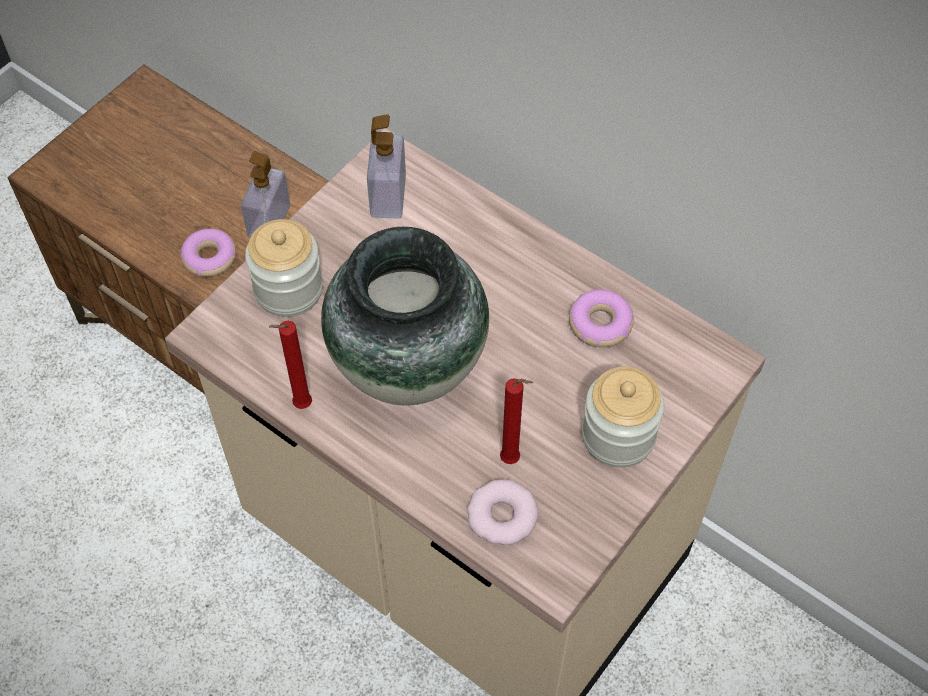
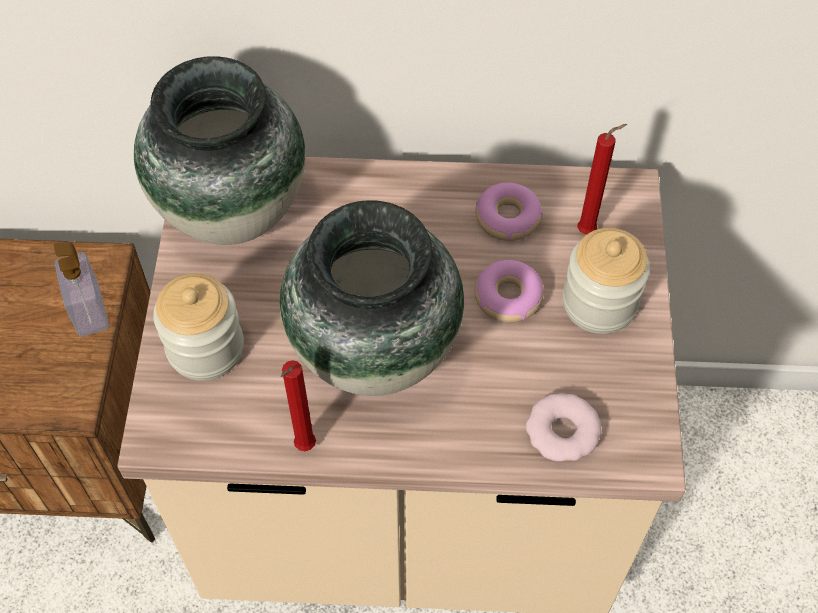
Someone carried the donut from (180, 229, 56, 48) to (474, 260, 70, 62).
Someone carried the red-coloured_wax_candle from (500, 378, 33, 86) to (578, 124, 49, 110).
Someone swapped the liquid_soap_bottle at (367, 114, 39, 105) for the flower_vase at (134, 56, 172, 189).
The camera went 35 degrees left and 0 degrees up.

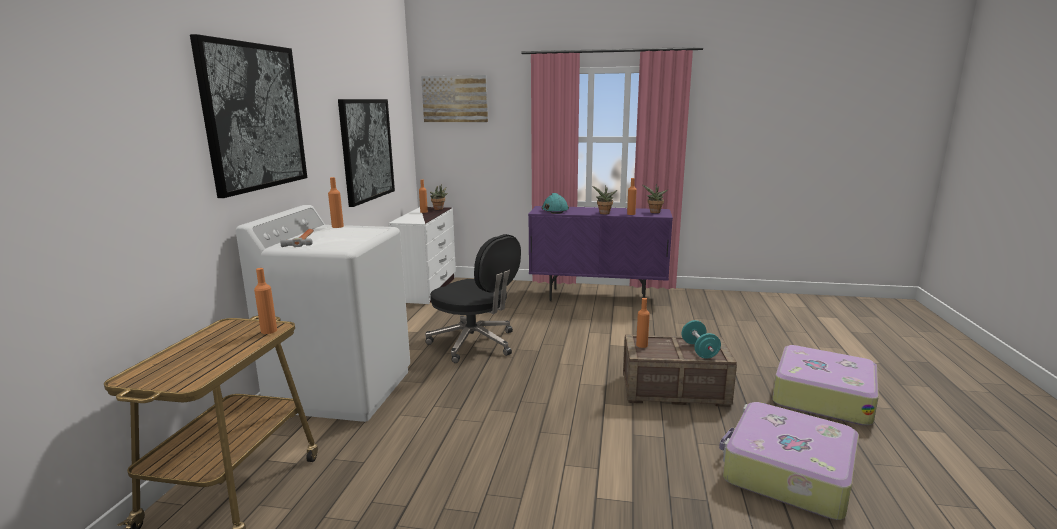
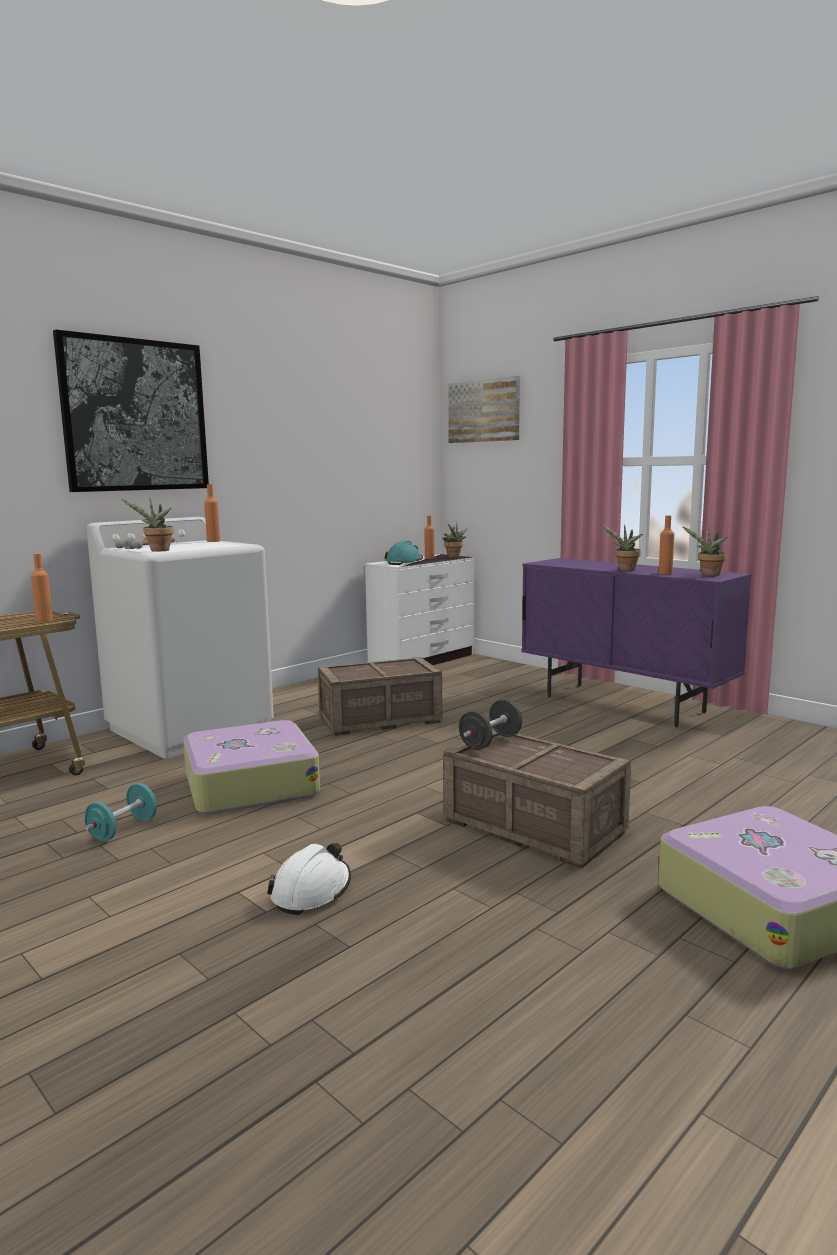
Someone took away the wall_picture at (338, 99, 57, 108).
Someone put down the houseplant at (121, 498, 52, 54).
Someone put down the white-coloured_work_helmet at (267, 843, 84, 72).
Someone carried the turquoise_work_helmet from (542, 193, 27, 21) to (384, 540, 39, 25).
Someone carried the turquoise_dumbbell from (682, 320, 39, 39) to (85, 783, 72, 59).
Someone carried the suitcase from (719, 402, 140, 118) to (183, 720, 137, 94).
Someone swapped the black_office_chair at (425, 234, 96, 129) for the shipping_crate at (318, 657, 125, 79).
Someone swapped the orange-coloured_beverage_bottle at (636, 298, 14, 50) for the black_dumbbell at (459, 699, 63, 51).
The camera went 35 degrees right and 5 degrees down.

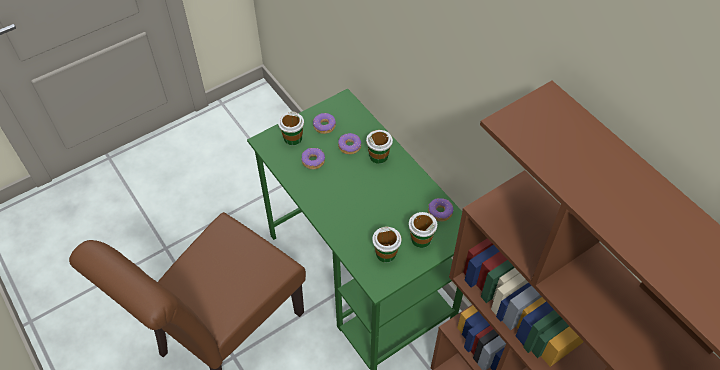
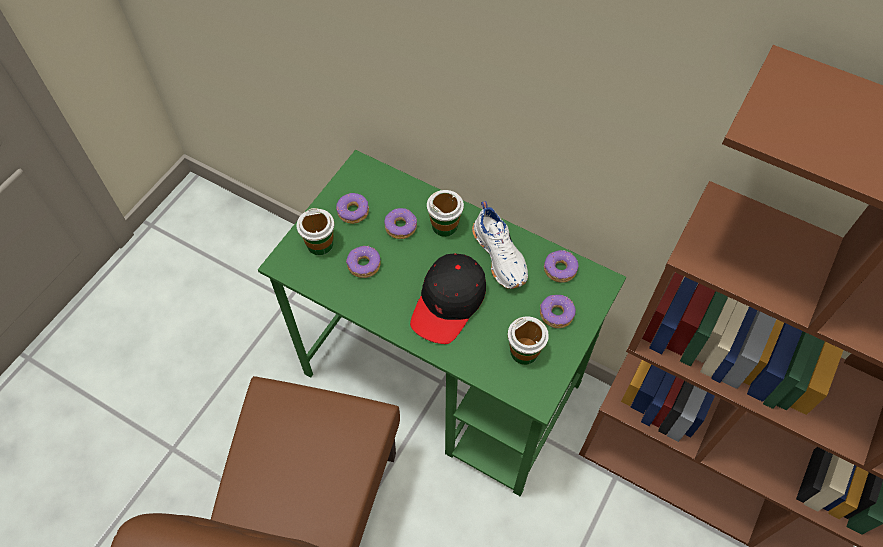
Someone put down the black_peaked_cap at (410, 253, 76, 91).
Someone put down the white-coloured_item_of_footwear at (472, 201, 56, 88).
Someone swapped the small_cup at (409, 212, 28, 36) for the donut at (540, 295, 36, 33).
The camera went 25 degrees left and 5 degrees up.

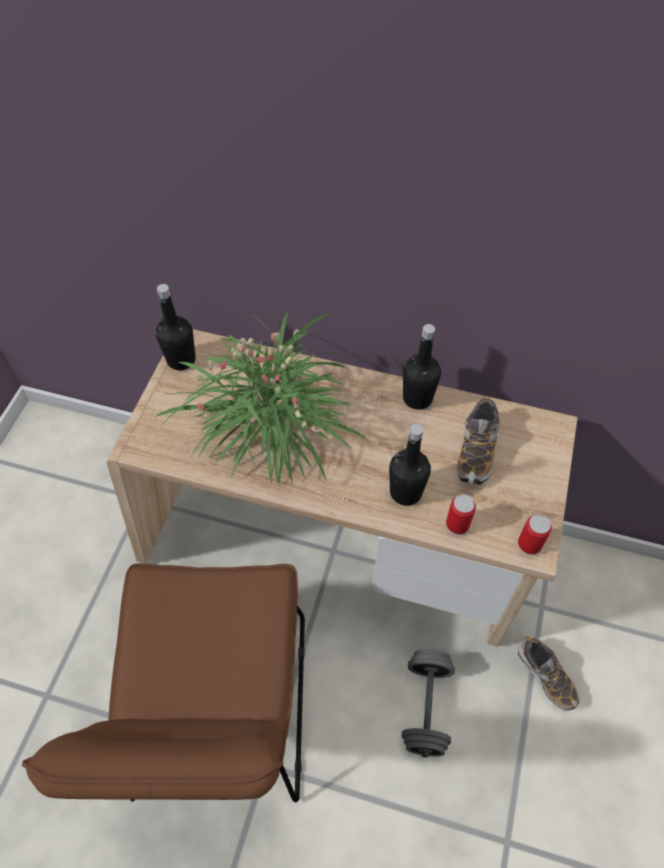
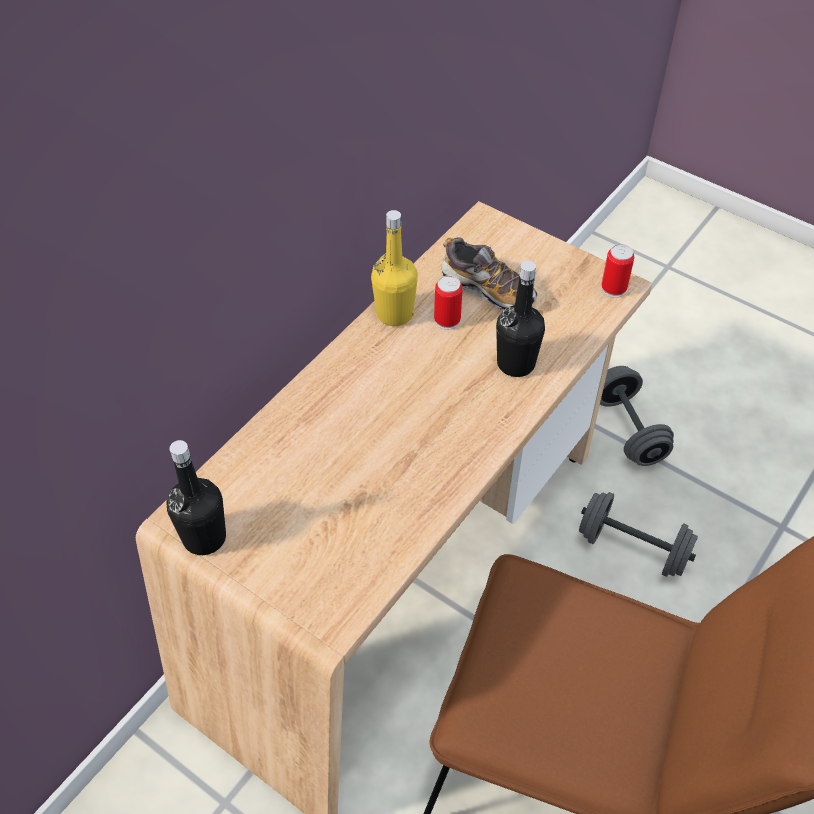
Someone took away the houseplant at (155, 313, 212, 173).
Someone carried the sealed_can from (446, 494, 30, 41) to (434, 275, 29, 55).
Someone swapped the item_of_footwear at (518, 636, 61, 75) for the gray_dumbbell at (600, 366, 74, 100).
Someone repainted the black_beverage_bottle at (403, 324, 38, 86), which became the yellow_beverage_bottle at (371, 210, 47, 116).
The camera went 70 degrees left and 5 degrees down.

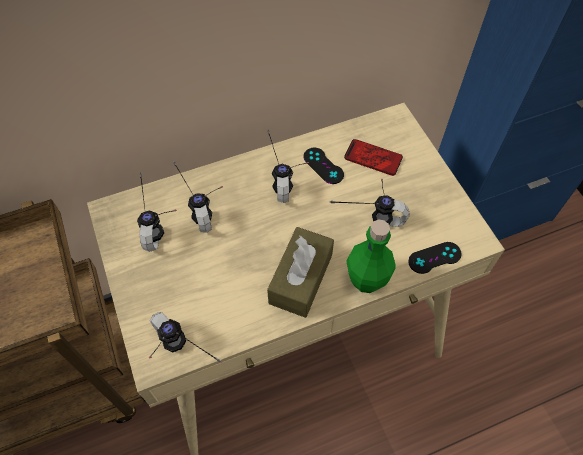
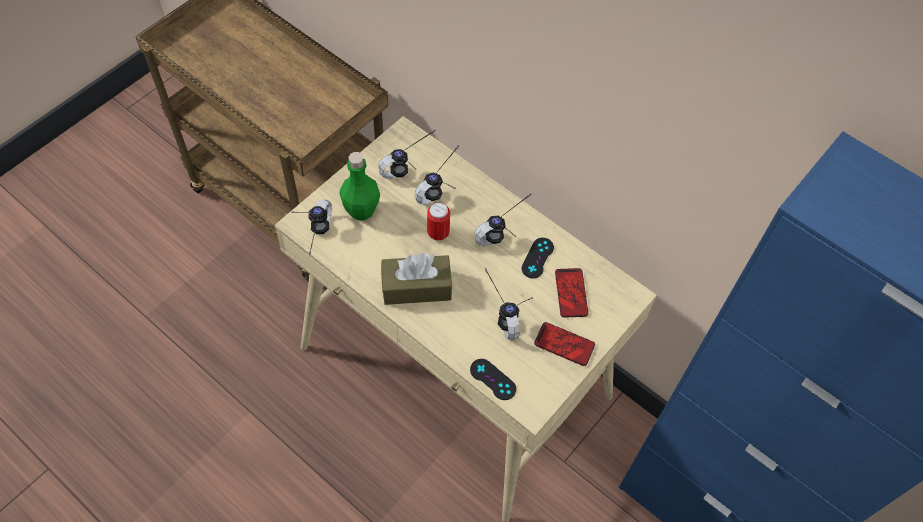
Someone put down the sealed_can at (427, 202, 23, 39).
Someone put down the handset at (534, 322, 61, 44).
Someone carried the green-coloured_beverage_bottle from (346, 219, 50, 74) to (339, 152, 41, 68).
The camera went 60 degrees right and 0 degrees up.

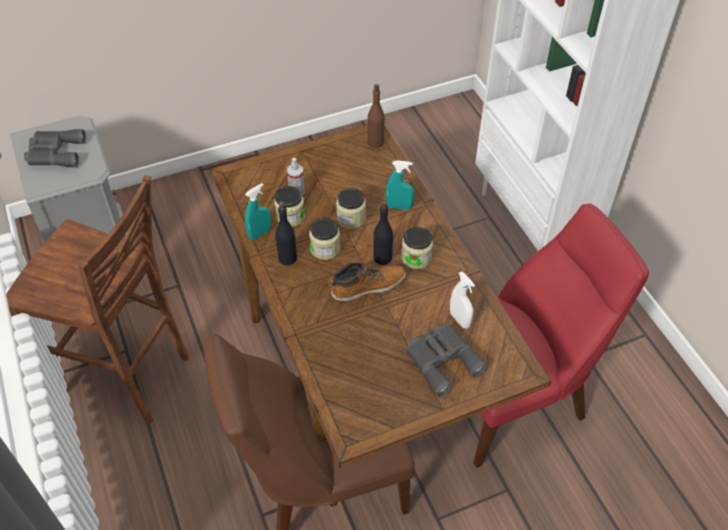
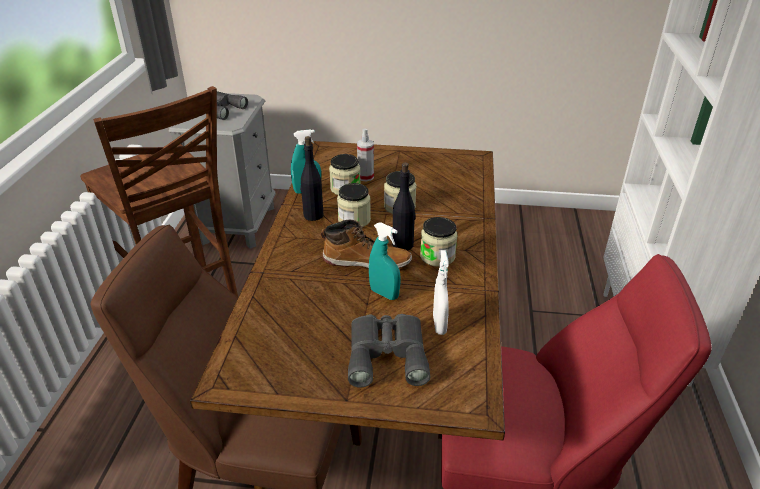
Someone took away the brown_beverage_bottle at (368, 84, 17, 64).
Someone carried the turquoise_hand_sprayer from (386, 160, 28, 50) to (369, 222, 32, 78).
The camera went 30 degrees right and 15 degrees down.

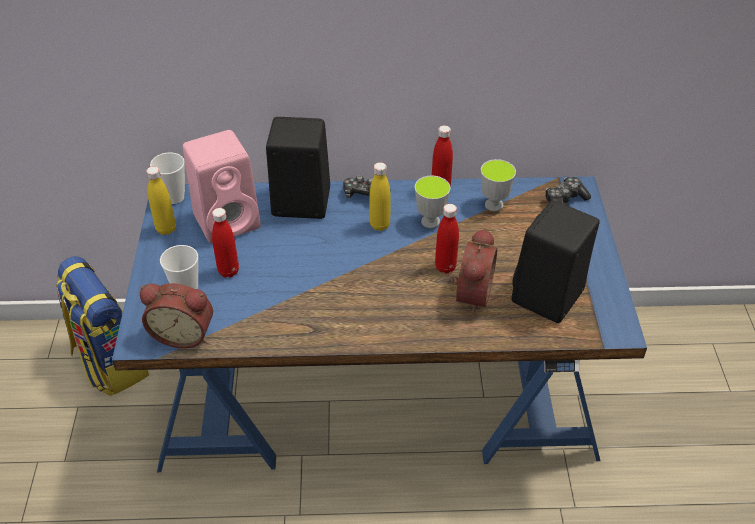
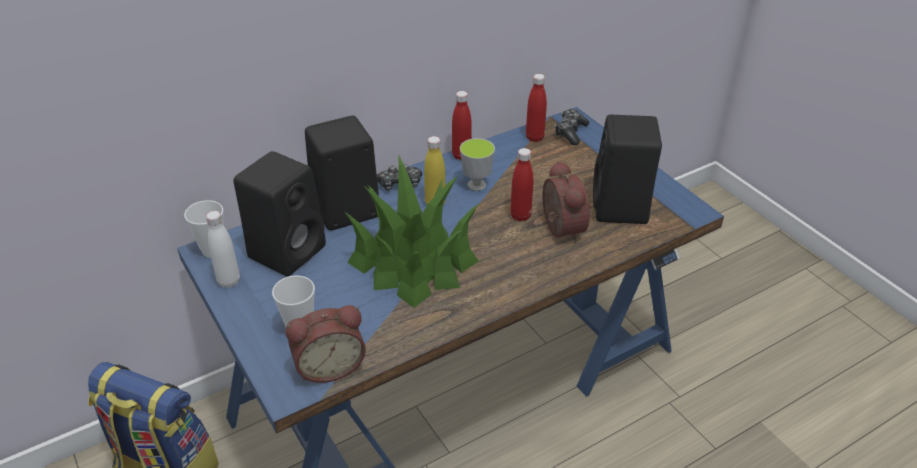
Someone took away the small_cup at (481, 159, 35, 52).
Someone put down the houseplant at (345, 156, 134, 152).
Someone carried the red-coloured_beverage_bottle from (212, 208, 27, 70) to (526, 74, 21, 68).
Someone repainted the yellow_beverage_bottle at (146, 166, 30, 69), which became the white-coloured_beverage_bottle at (206, 211, 34, 77).
Someone repainted the pink-coloured_speaker at (183, 130, 78, 114), which became the black_speaker at (234, 151, 92, 126).
The camera went 30 degrees left and 5 degrees down.

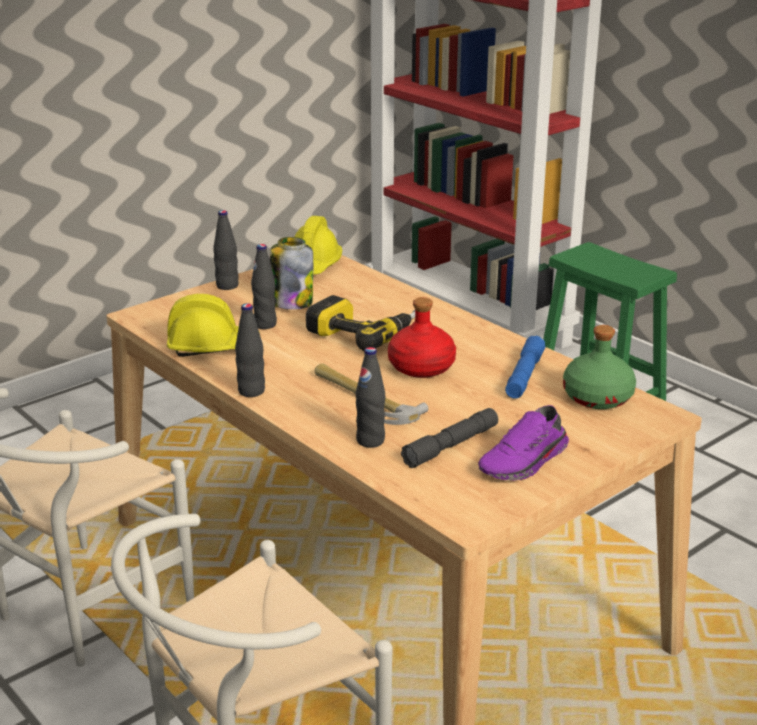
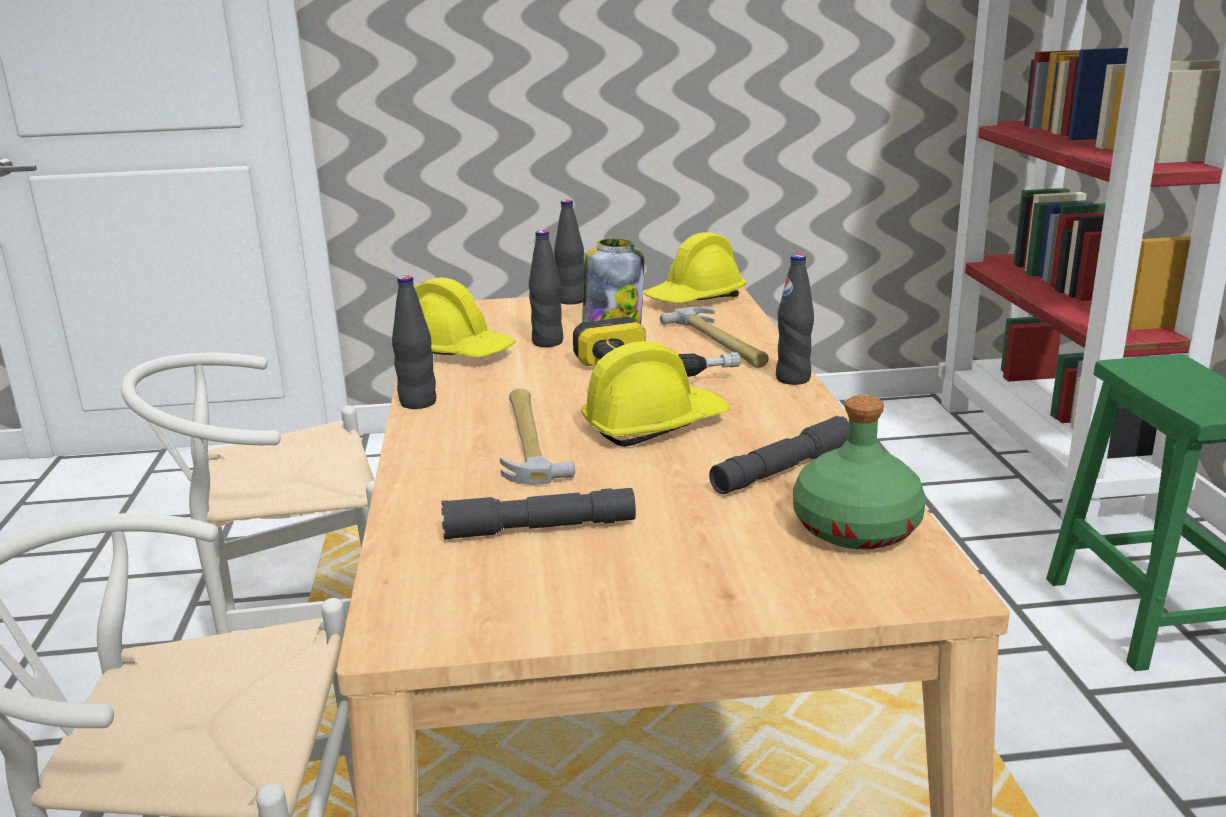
Someone took away the purplish_item_of_footwear at (478, 405, 91, 76).
Someone put down the hand_hammer at (660, 307, 109, 61).
Someone carried the black_beverage_bottle from (355, 347, 30, 101) to (776, 254, 38, 131).
Someone swapped the red-coloured_beverage_bottle at (388, 297, 68, 81) for the yellow_work_helmet at (581, 341, 149, 106).
Someone repainted the blue_torch at (505, 336, 41, 63), which became the gray_torch at (709, 416, 140, 78).
The camera went 35 degrees right and 5 degrees down.

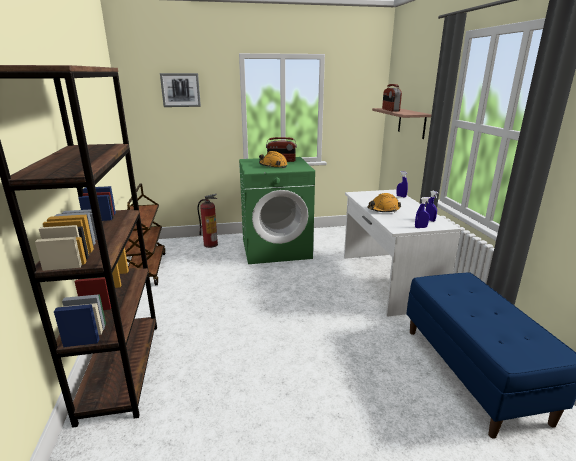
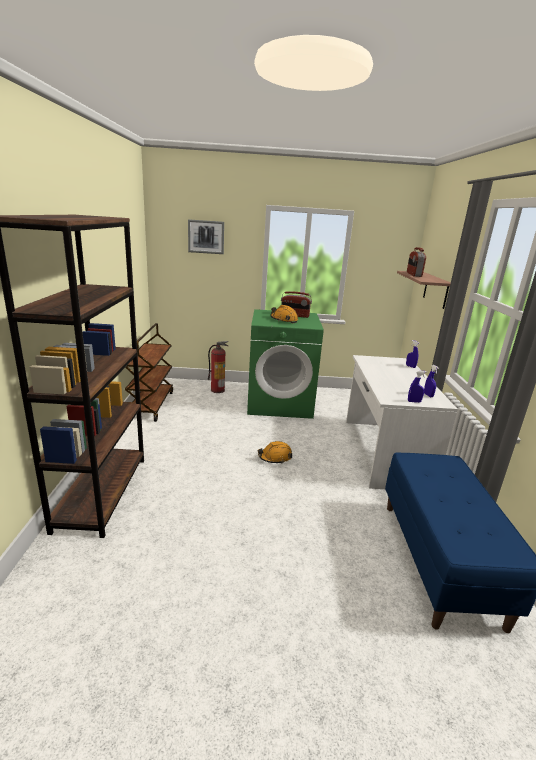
Someone carried the orange-coloured_work_helmet from (367, 193, 34, 20) to (258, 441, 34, 23).
The camera went 10 degrees right and 0 degrees up.

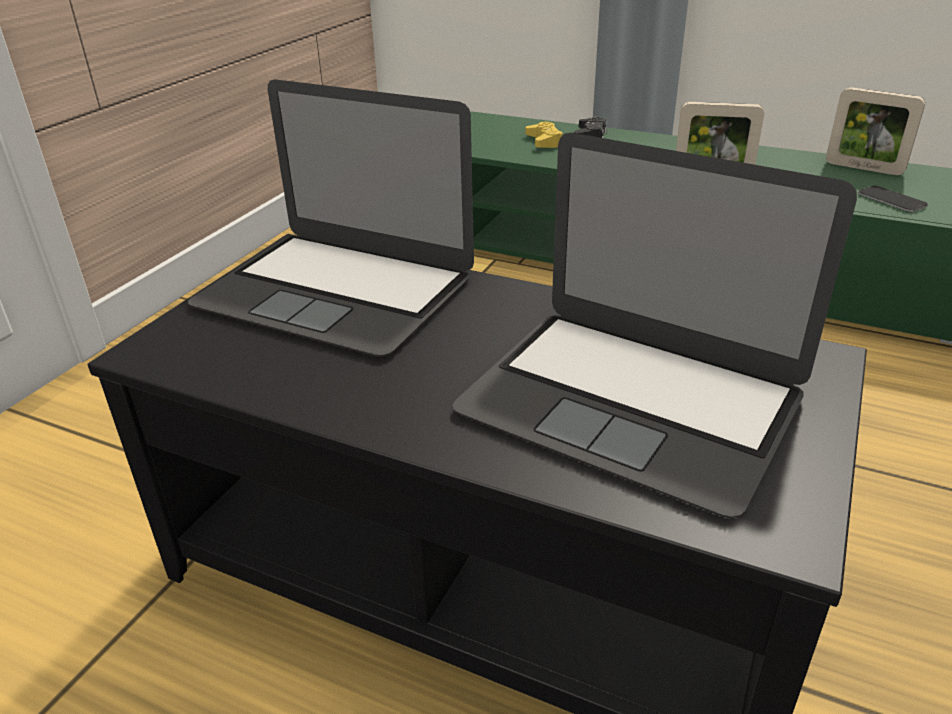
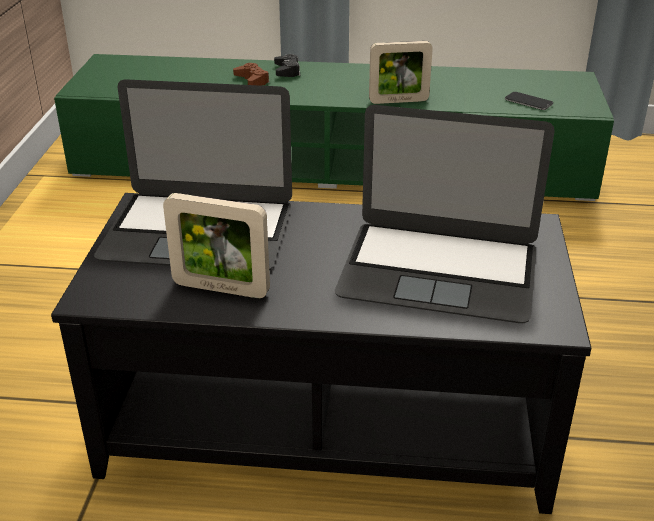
Someone carried the photo_frame from (826, 87, 99, 88) to (163, 193, 107, 105).
Someone repainted the yellow_gamepad at (525, 121, 38, 27), which became the brown_gamepad at (233, 63, 37, 23).
The camera went 20 degrees left and 0 degrees up.

